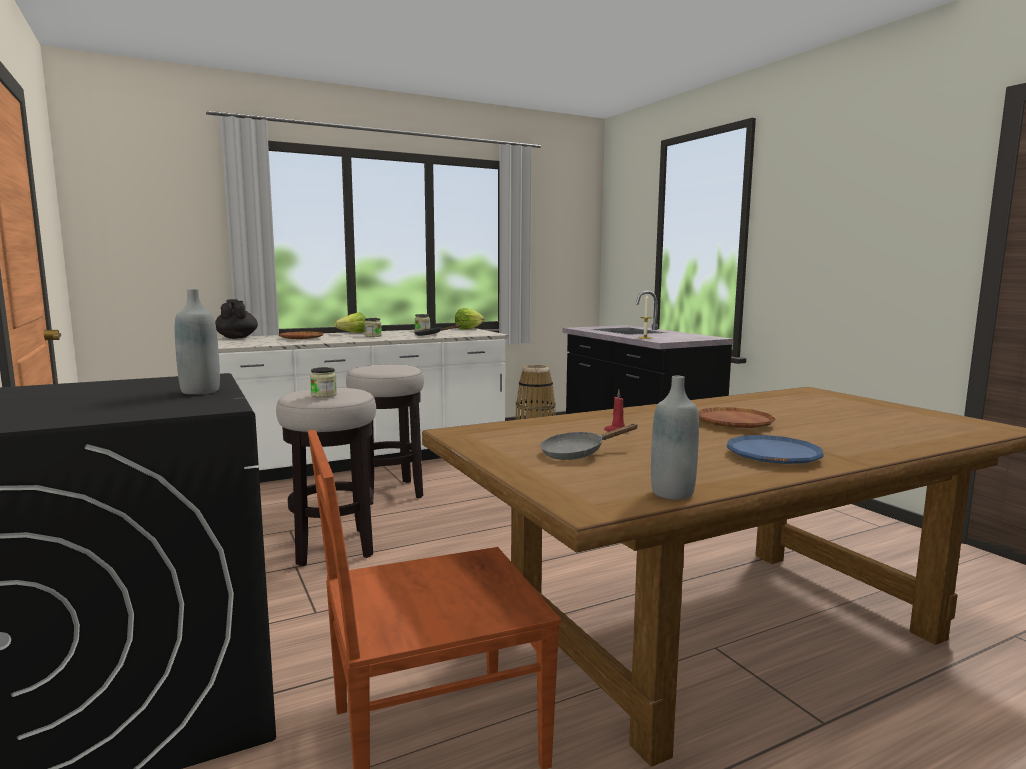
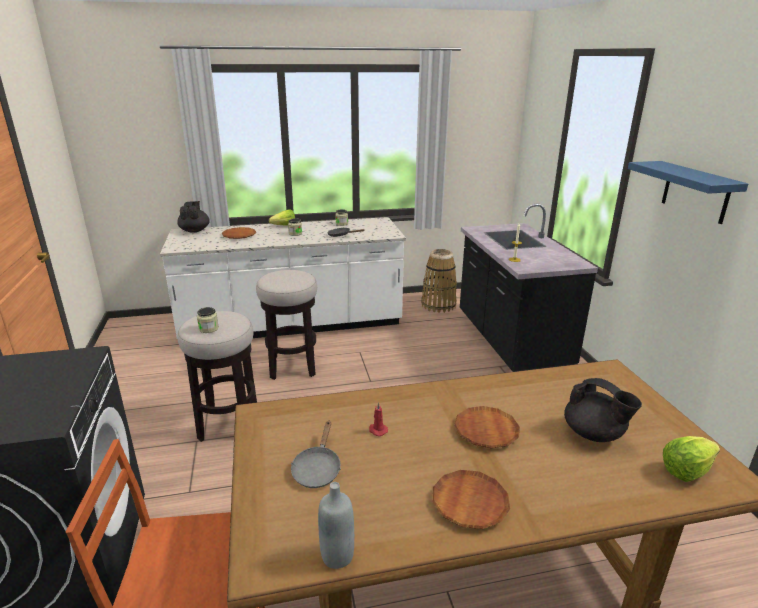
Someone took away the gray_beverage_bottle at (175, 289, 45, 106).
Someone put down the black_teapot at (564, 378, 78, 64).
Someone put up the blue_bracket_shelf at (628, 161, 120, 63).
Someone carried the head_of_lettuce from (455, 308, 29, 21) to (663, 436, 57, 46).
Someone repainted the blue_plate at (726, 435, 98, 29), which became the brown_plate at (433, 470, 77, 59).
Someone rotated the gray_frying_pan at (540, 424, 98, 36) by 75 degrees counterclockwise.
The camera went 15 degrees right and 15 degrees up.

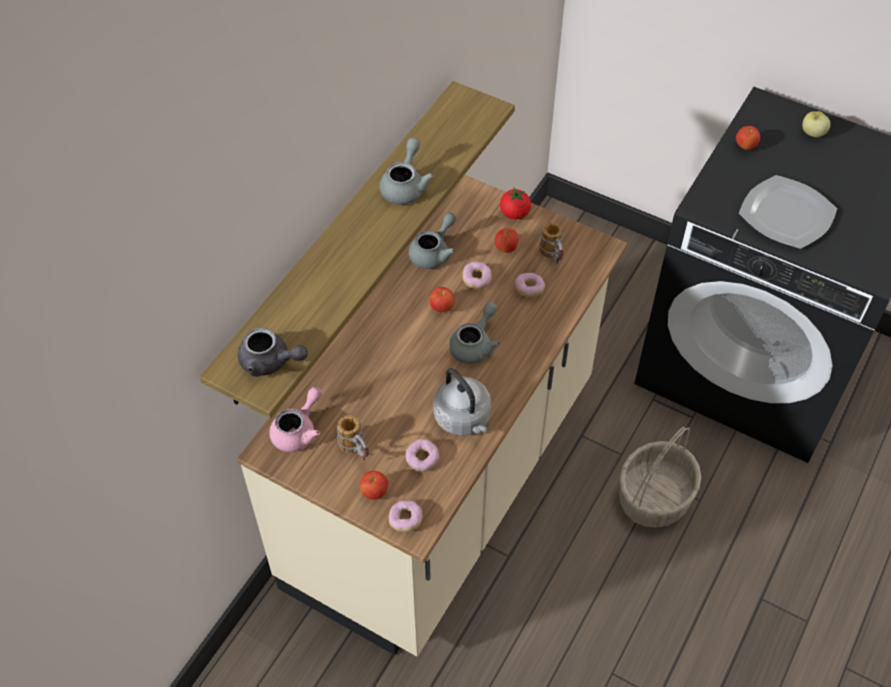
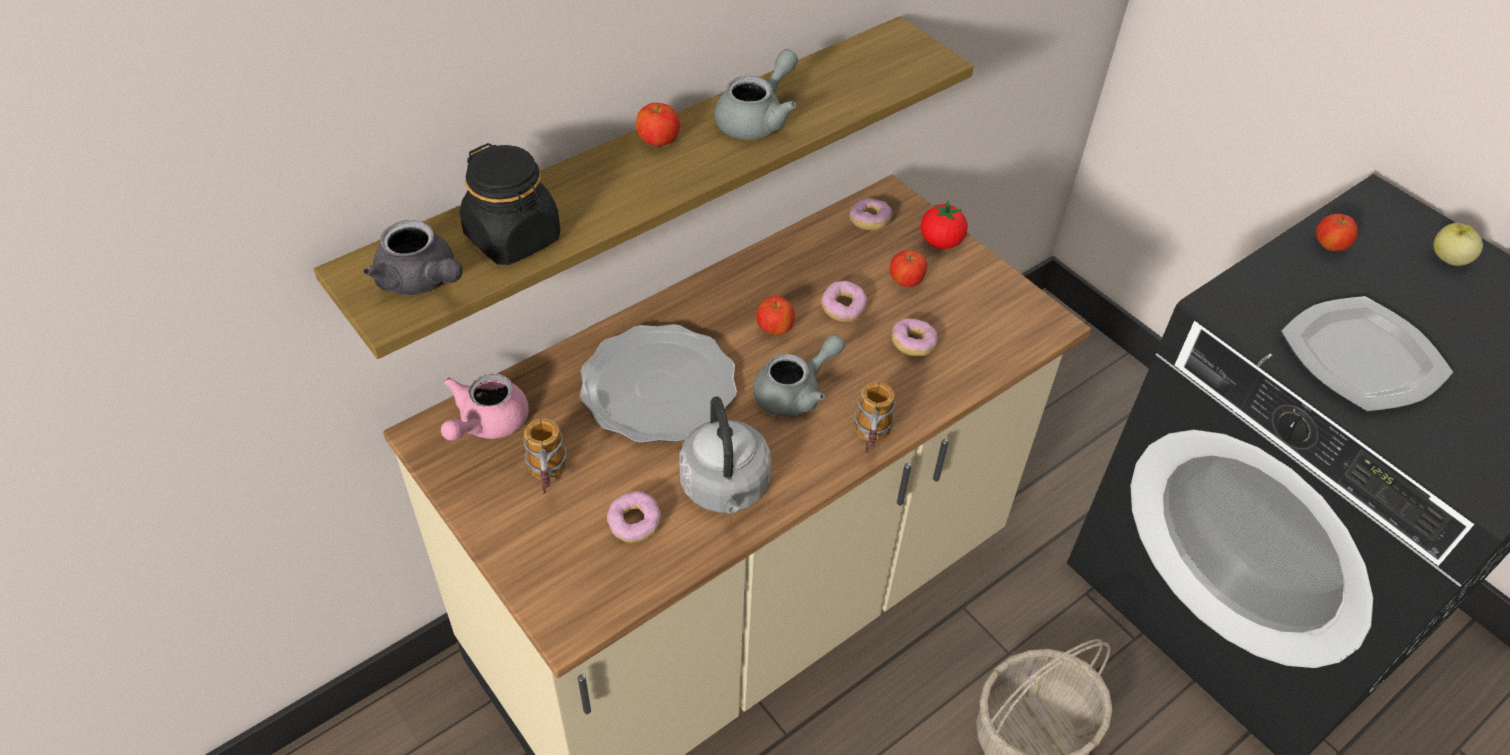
Someone took away the gray_teapot at (409, 212, 47, 57).
Someone put down the black_jar at (460, 143, 100, 122).
Someone put down the plate at (580, 324, 157, 119).
Someone carried the apple_fruit from (360, 471, 28, 29) to (636, 103, 44, 44).
Someone carried the donut from (389, 500, 34, 32) to (850, 198, 43, 32).
Someone carried the coffee_mug from (539, 223, 25, 42) to (854, 382, 42, 71).
Someone rotated the pink-coloured_teapot at (269, 386, 53, 66) by 150 degrees clockwise.
The camera went 20 degrees right and 5 degrees down.

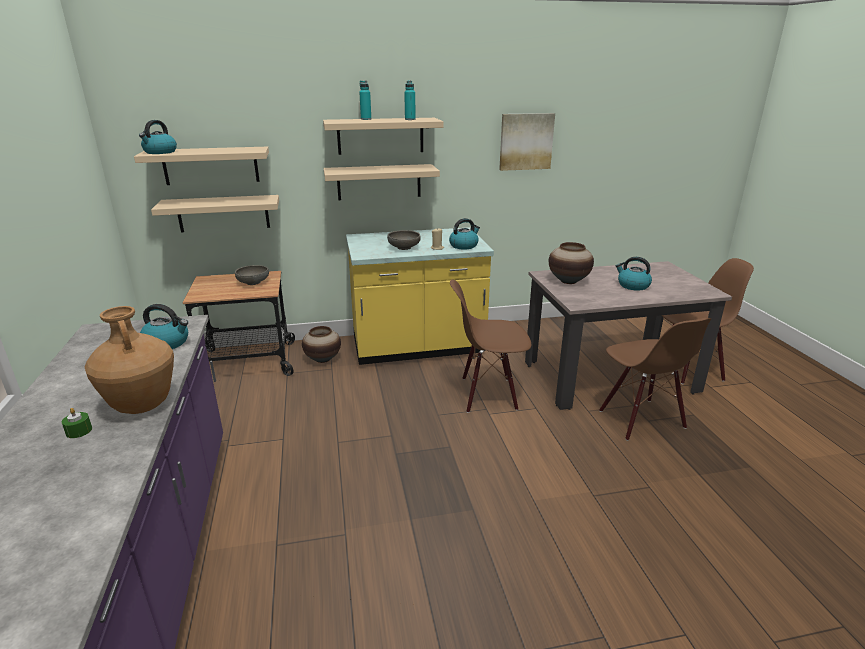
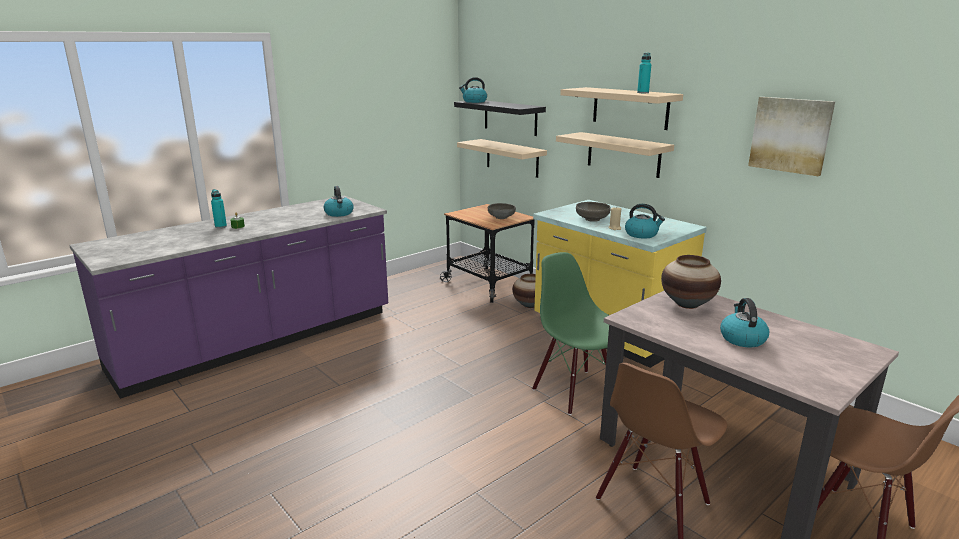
Someone took away the brown_flower_vase at (85, 306, 89, 108).
Someone carried the turquoise_beverage_bottle from (359, 81, 12, 39) to (211, 189, 16, 39).
Someone repainted the sand-coloured_bracket_shelf at (134, 147, 135, 38), which became the black_bracket_shelf at (454, 101, 92, 35).
Someone repainted the brown_upright_chair at (450, 279, 81, 134), which became the green-coloured_upright_chair at (532, 252, 77, 163).
The camera went 60 degrees right and 5 degrees down.

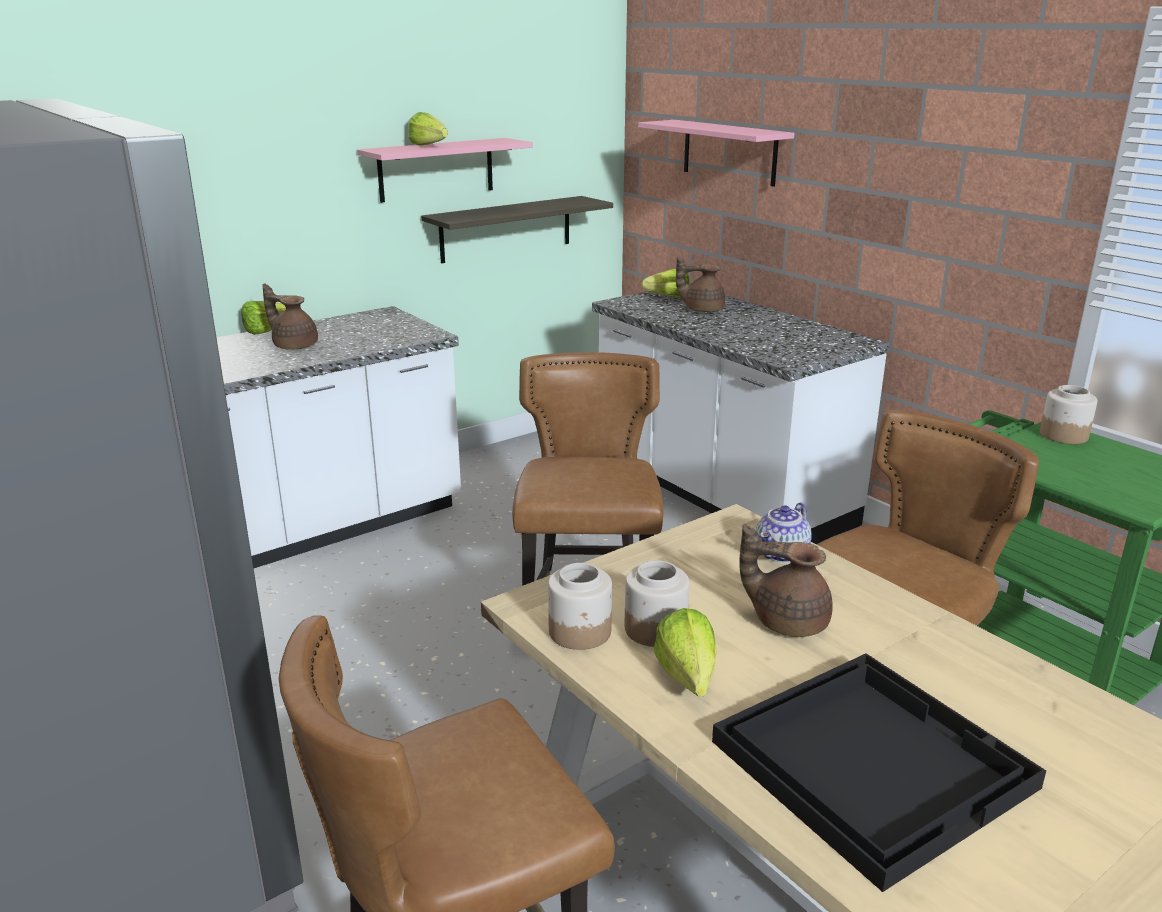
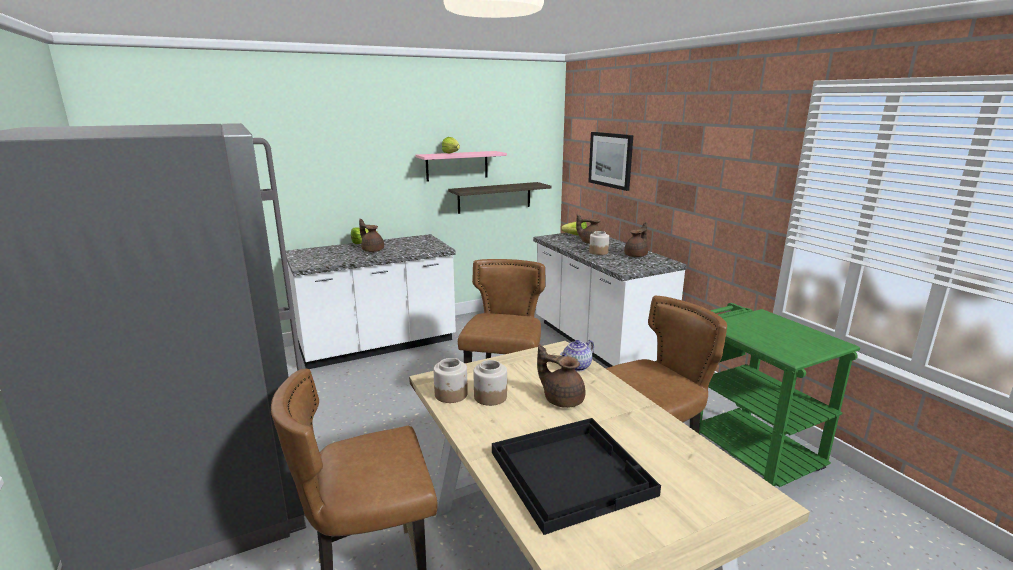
Someone took away the head_of_lettuce at (654, 608, 63, 88).
Someone put down the brown_teapot at (624, 222, 24, 35).
Someone carried the jar from (1040, 385, 57, 59) to (589, 231, 20, 24).
Someone swapped the pink-coloured_bracket_shelf at (638, 120, 156, 67) for the wall_picture at (588, 132, 45, 59).
The camera went 10 degrees right and 5 degrees down.

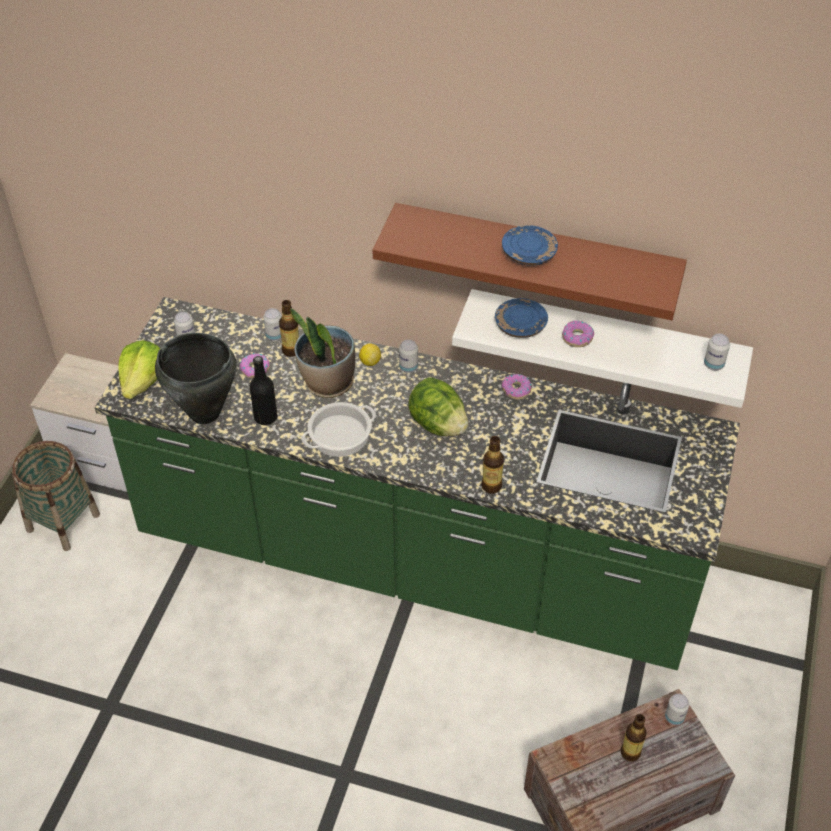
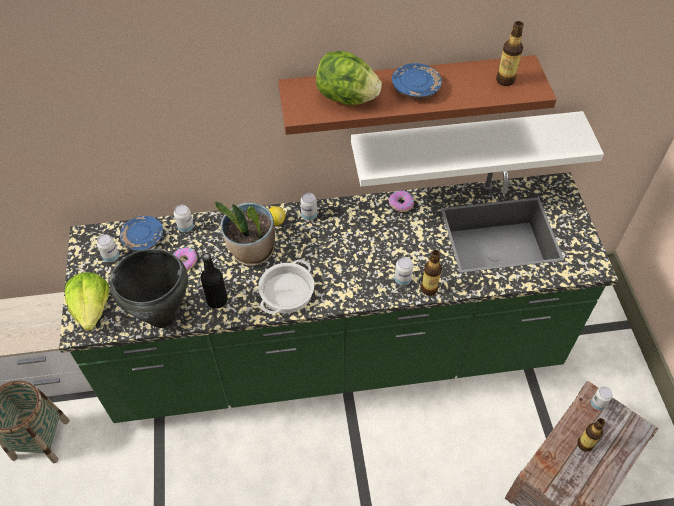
Someone took away the donut at (562, 320, 32, 27).
Someone carried the beverage_bottle from (279, 300, 20, 57) to (496, 21, 28, 65).
Someone carried the head_of_lettuce from (408, 377, 61, 59) to (316, 51, 66, 54).
Someone carried the blue_plate from (495, 298, 53, 40) to (120, 216, 43, 35).
Someone carried the sealed_can from (704, 334, 26, 36) to (394, 257, 19, 28).
The camera went 25 degrees left and 5 degrees up.

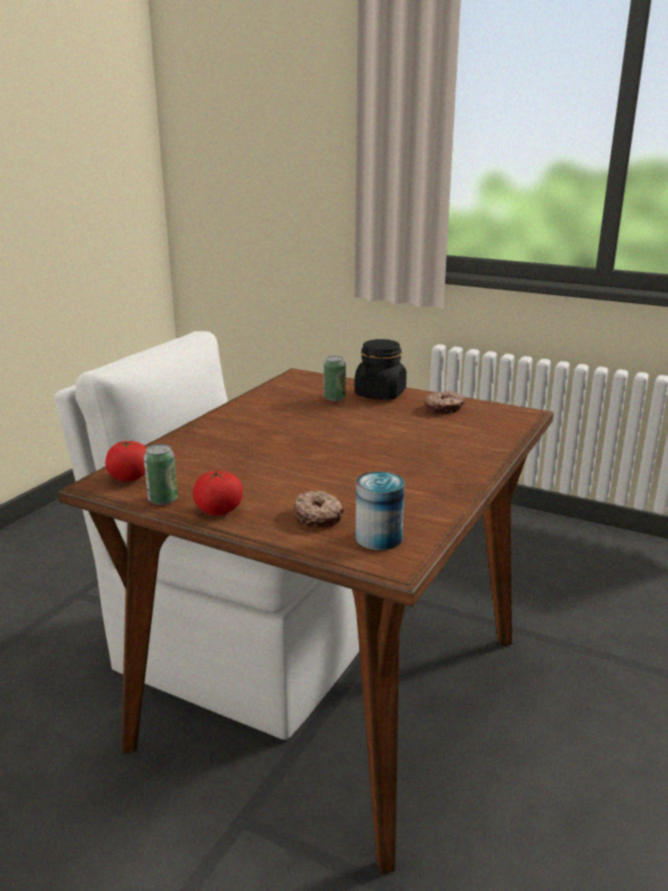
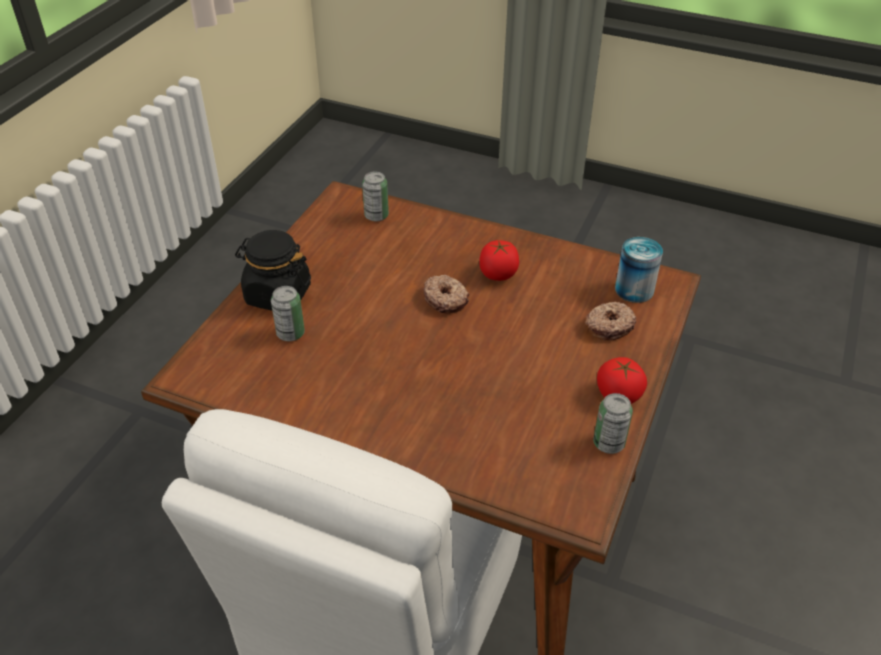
Someone put down the sealed_can at (362, 172, 27, 50).
Someone carried the whole_tomato from (105, 440, 41, 42) to (479, 240, 40, 41).
Someone carried the donut from (424, 391, 41, 23) to (424, 275, 45, 38).
The camera went 95 degrees left and 20 degrees up.

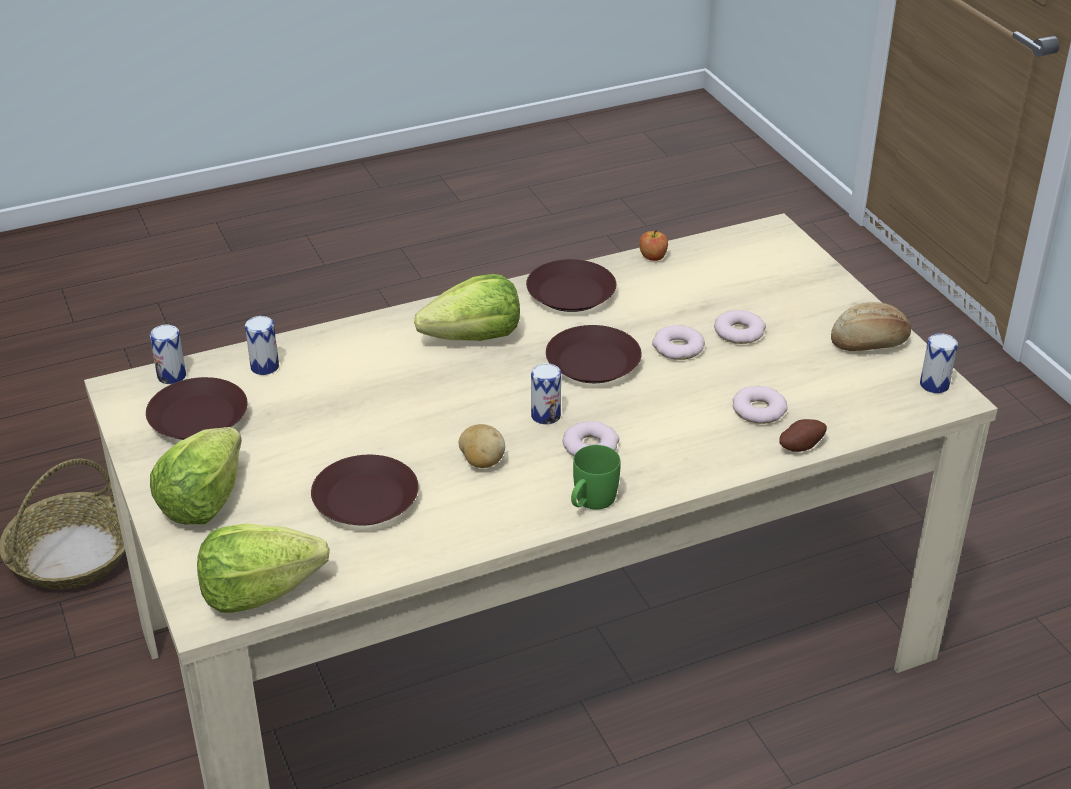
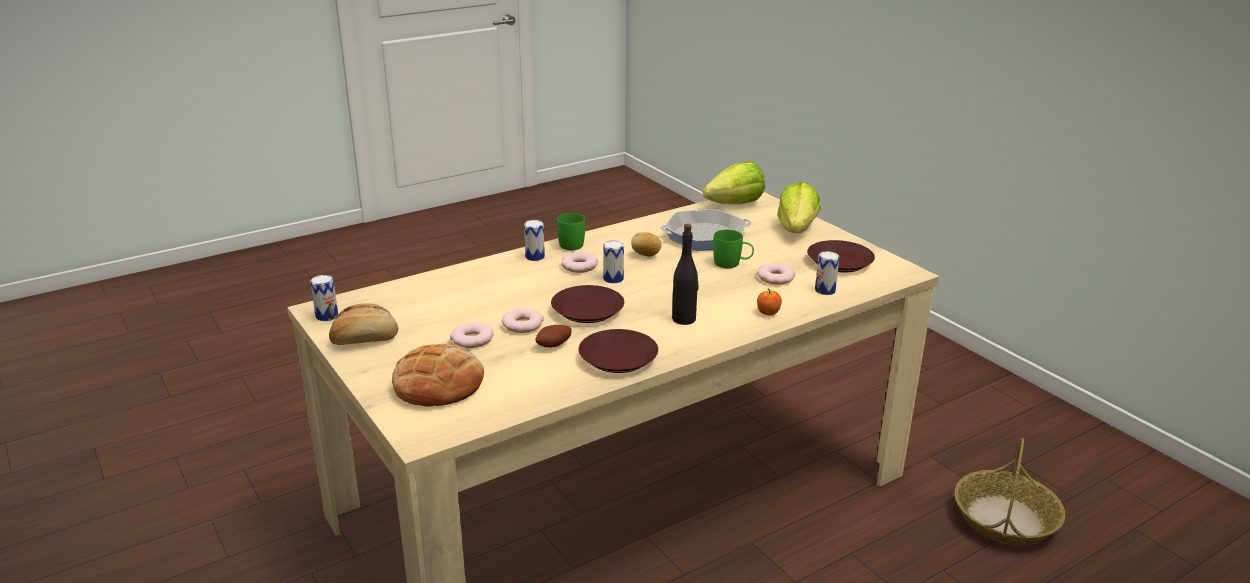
Someone put down the bread at (392, 344, 92, 63).
Someone put down the green-coloured_coffee_mug at (713, 229, 41, 39).
Someone carried the sealed_can from (150, 325, 36, 59) to (524, 220, 21, 41).
Someone carried the apple_fruit from (639, 230, 29, 31) to (757, 288, 25, 28).
Someone carried the donut from (733, 386, 55, 38) to (757, 263, 38, 22).
Someone carried the whole_potato from (780, 419, 47, 33) to (535, 325, 37, 22).
Someone swapped the brown_plate at (311, 455, 108, 71) for the frying_pan at (660, 209, 91, 42).
Someone swapped the head_of_lettuce at (414, 274, 106, 67) for the black_beverage_bottle at (672, 224, 26, 101).
The camera went 170 degrees right and 10 degrees down.

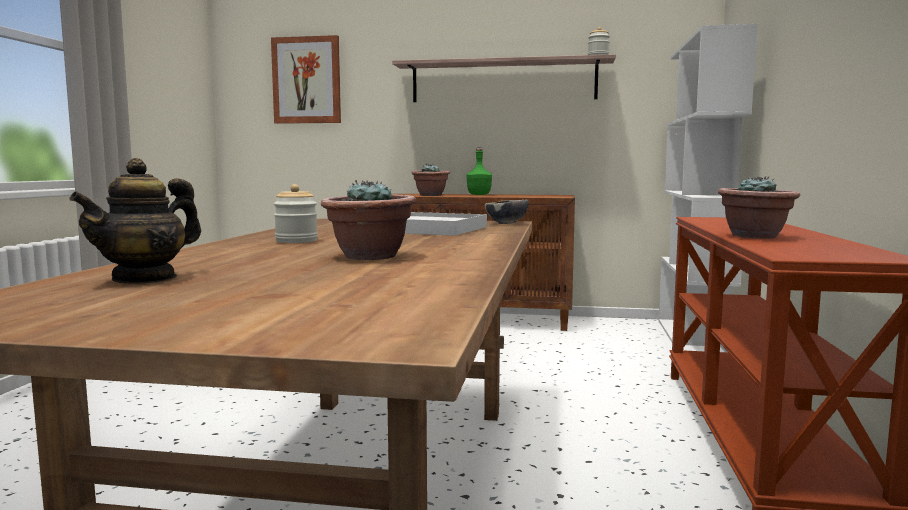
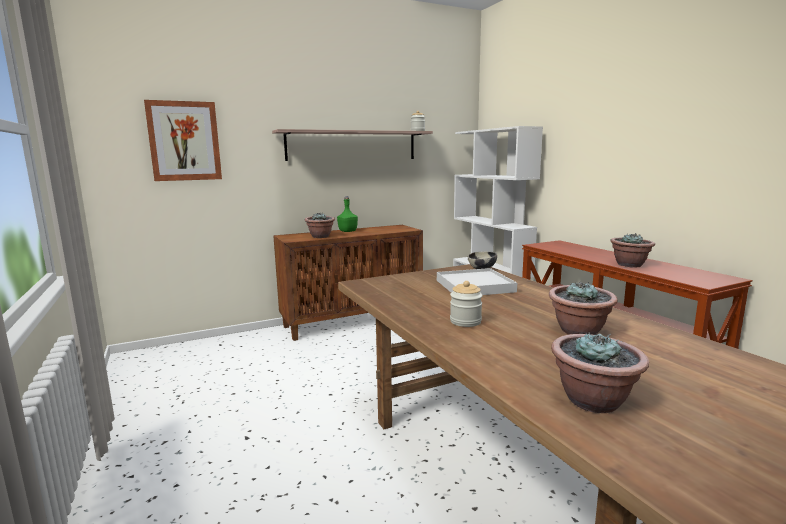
Someone swapped the teapot at (69, 158, 132, 126) for the houseplant at (551, 333, 98, 80).
The camera went 35 degrees left and 5 degrees up.

